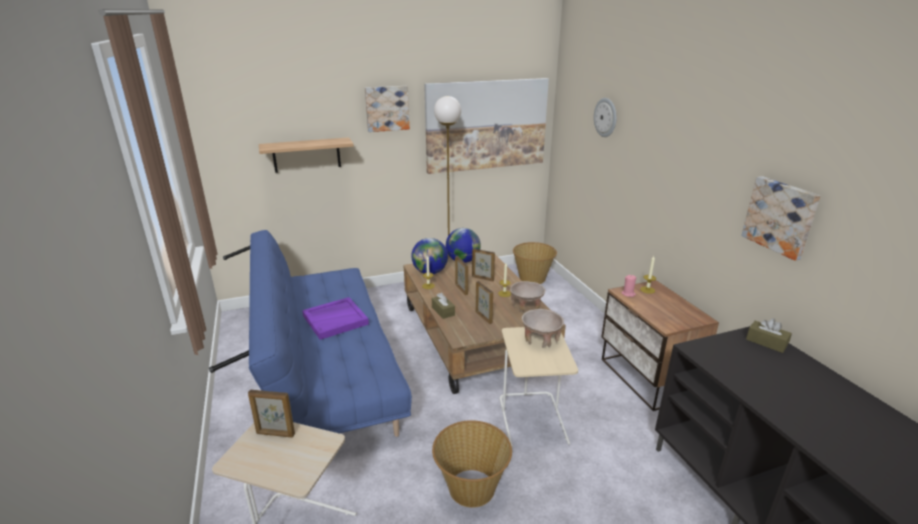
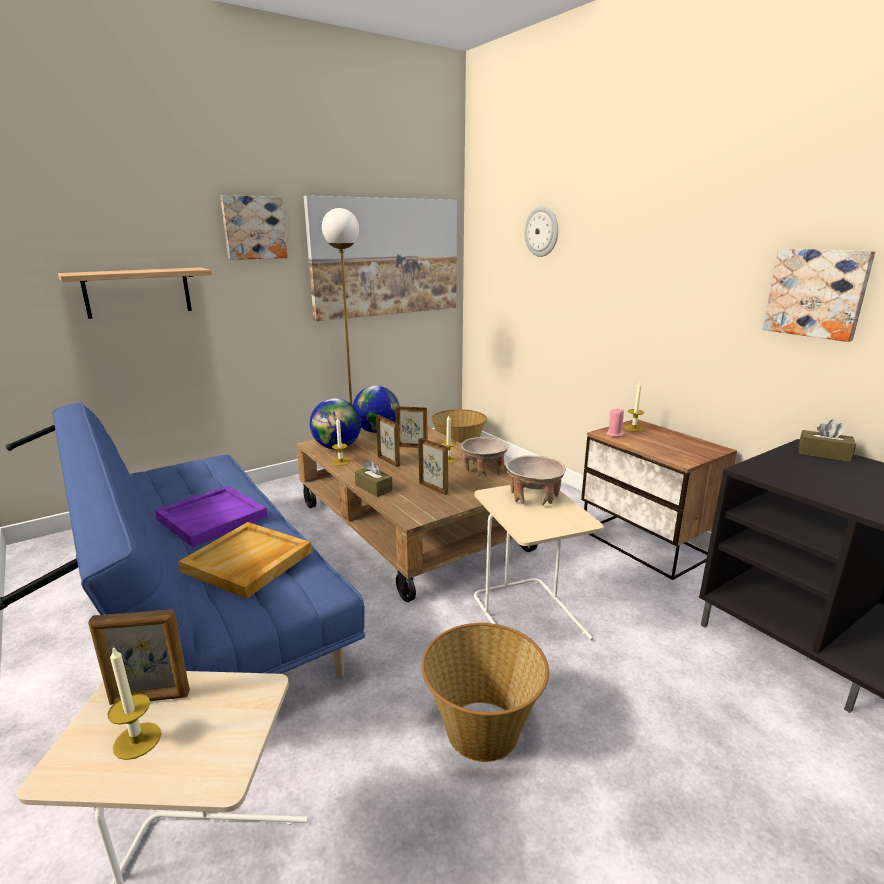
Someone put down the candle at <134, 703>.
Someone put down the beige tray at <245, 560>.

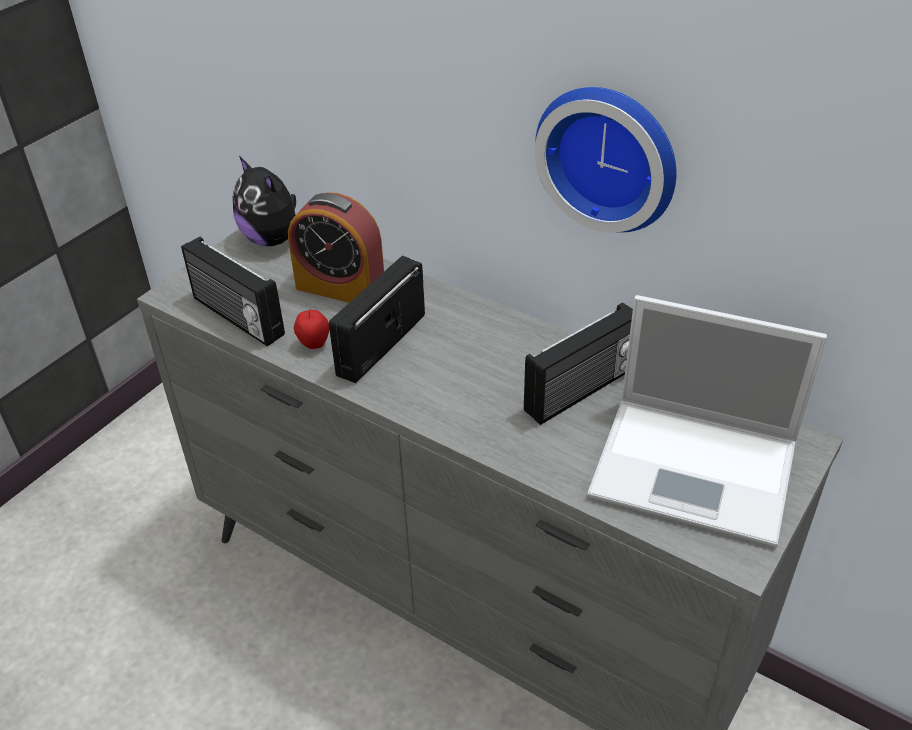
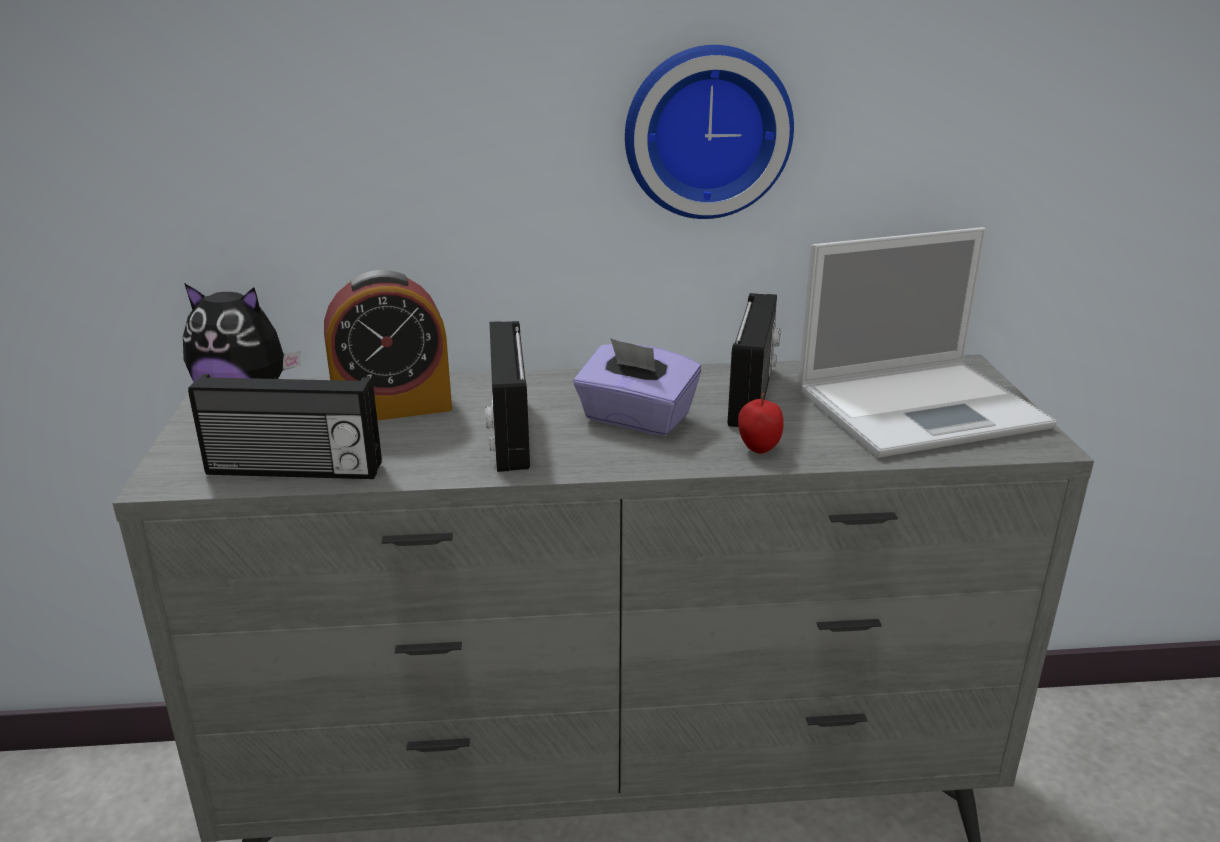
Someone put down the purple tissue box at <637, 387>.
Someone carried the apple from <311, 328> to <761, 423>.

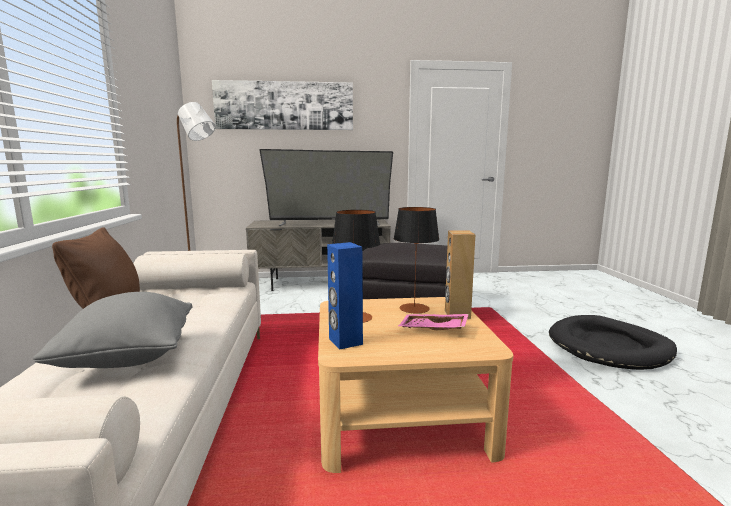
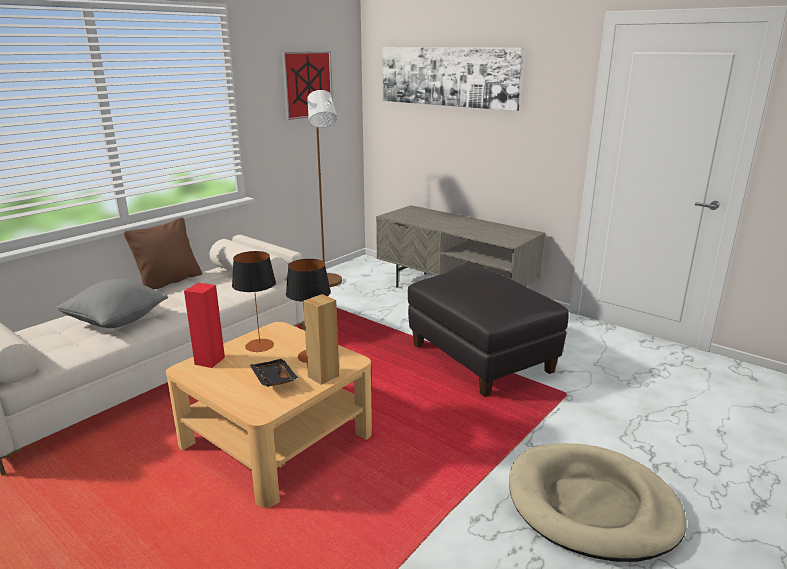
Someone took away the television at <326, 187>.
Someone put up the picture at <307, 85>.
Someone repainted the blue speaker at <345, 295>, which became the red speaker at <204, 325>.
Someone repainted the pink tray at <433, 322>, which became the black tray at <274, 373>.
Someone repainted the black dog bed at <613, 342>, which became the beige dog bed at <597, 502>.

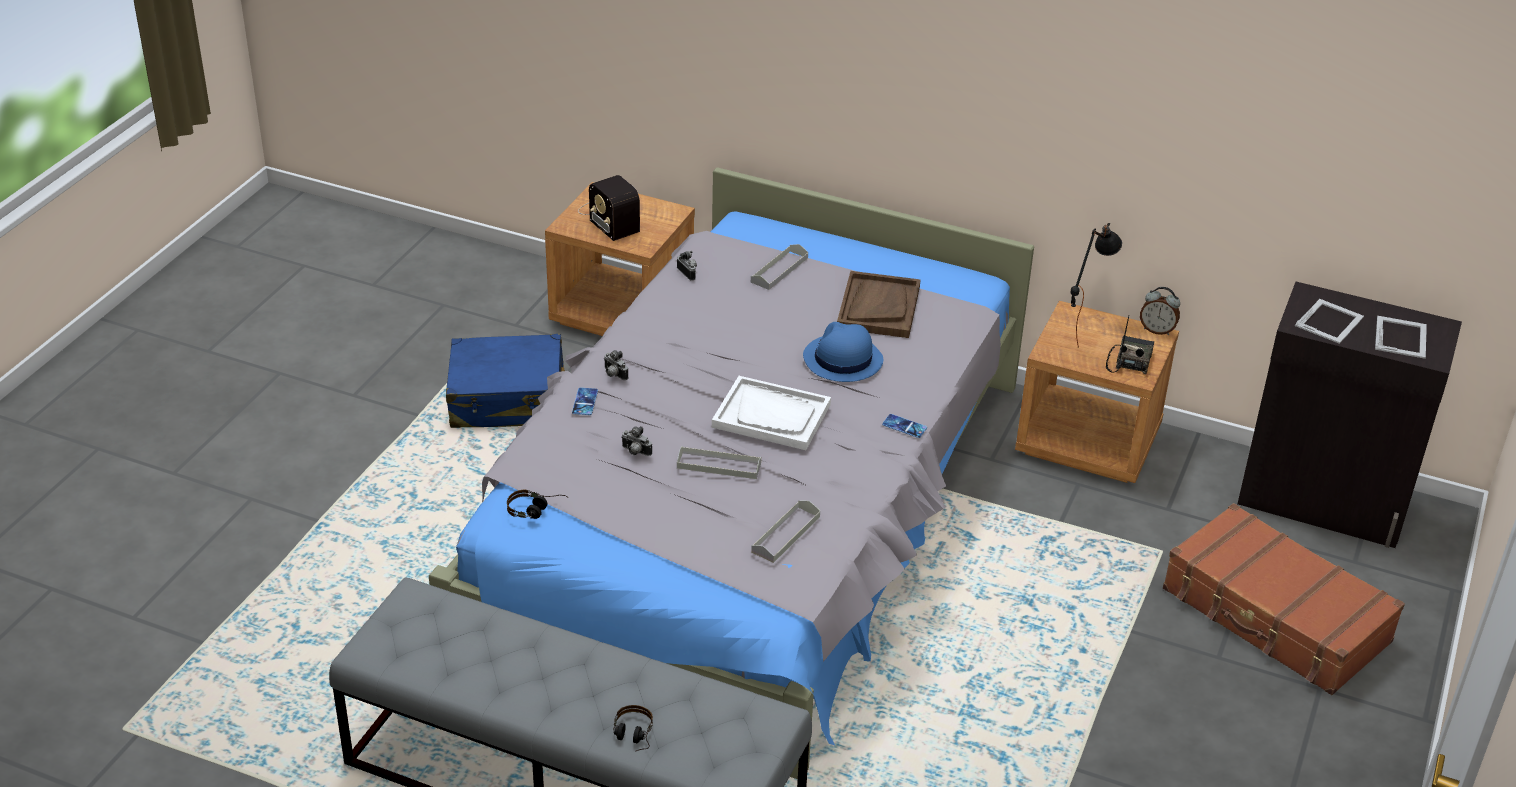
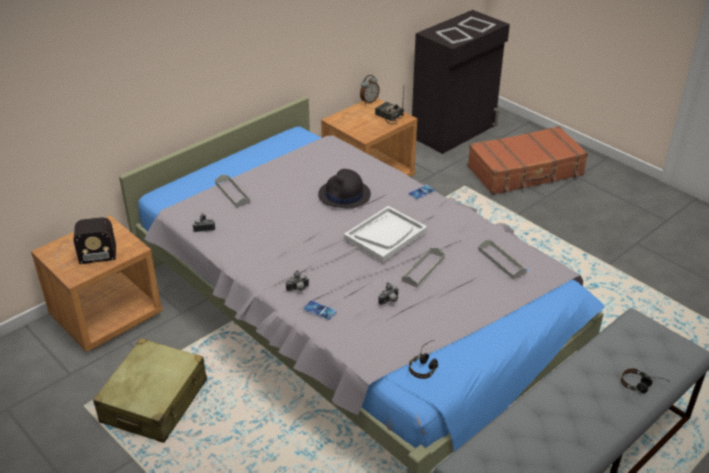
Someone took away the brown tray at <879, 304>.
Someone took away the black table lamp at <1096, 285>.
Someone repainted the blue suitcase at <505, 381>, which became the beige suitcase at <150, 390>.
Someone repainted the blue hat at <843, 352>, which became the black hat at <344, 189>.

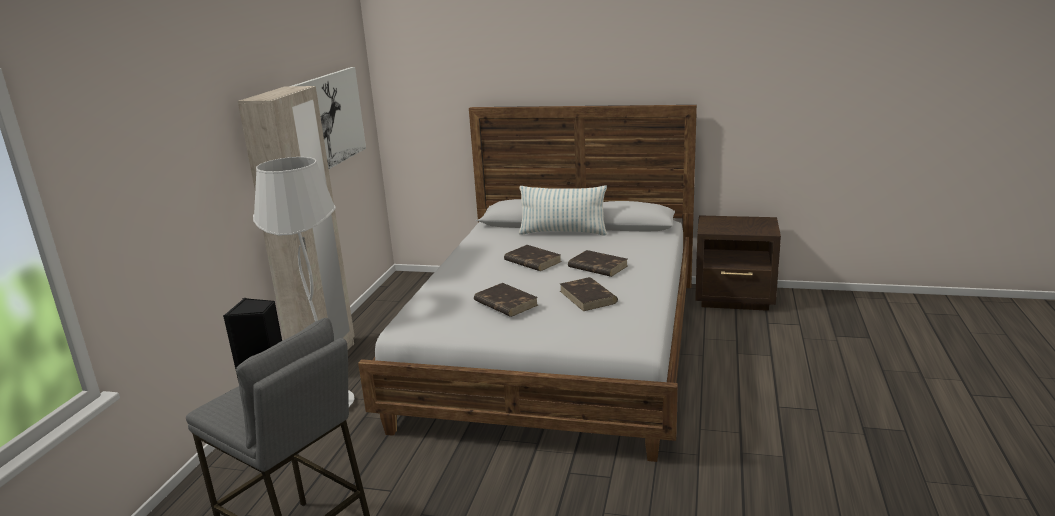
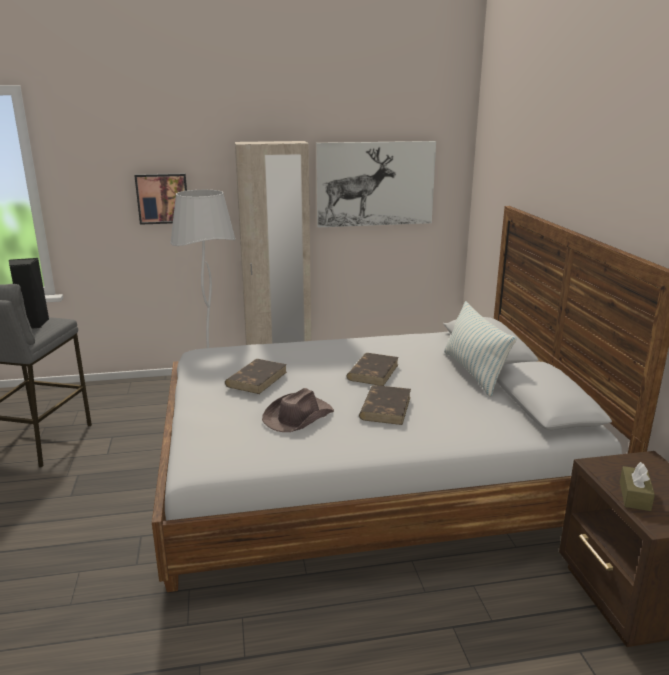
Someone put up the picture at <160, 199>.
Someone put down the brown tissue box at <637, 486>.
Someone swapped the brown book at <589, 294> for the brown hat at <298, 410>.

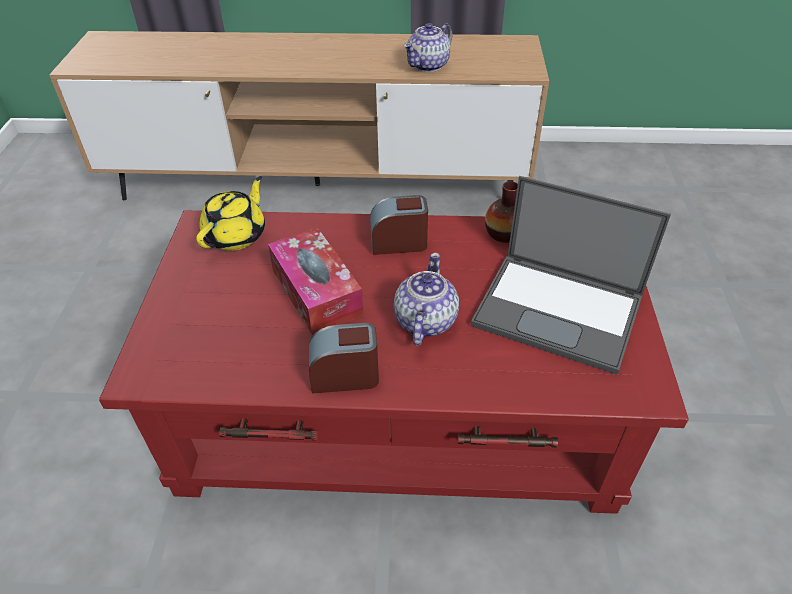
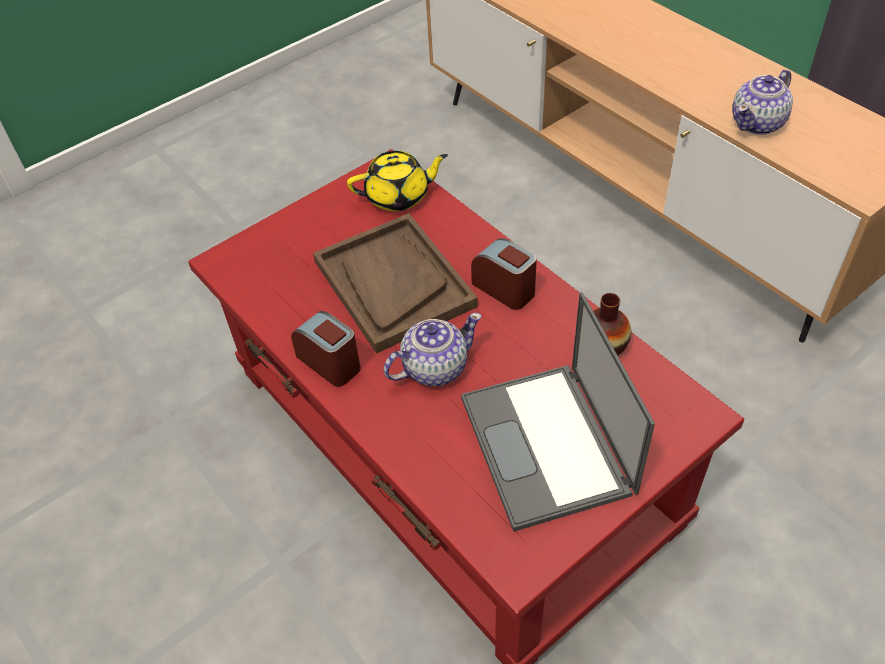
Someone swapped the tissue box at <316, 281> for the brown tray at <395, 283>.
Someone rotated the teapot at <428, 47> by 45 degrees counterclockwise.

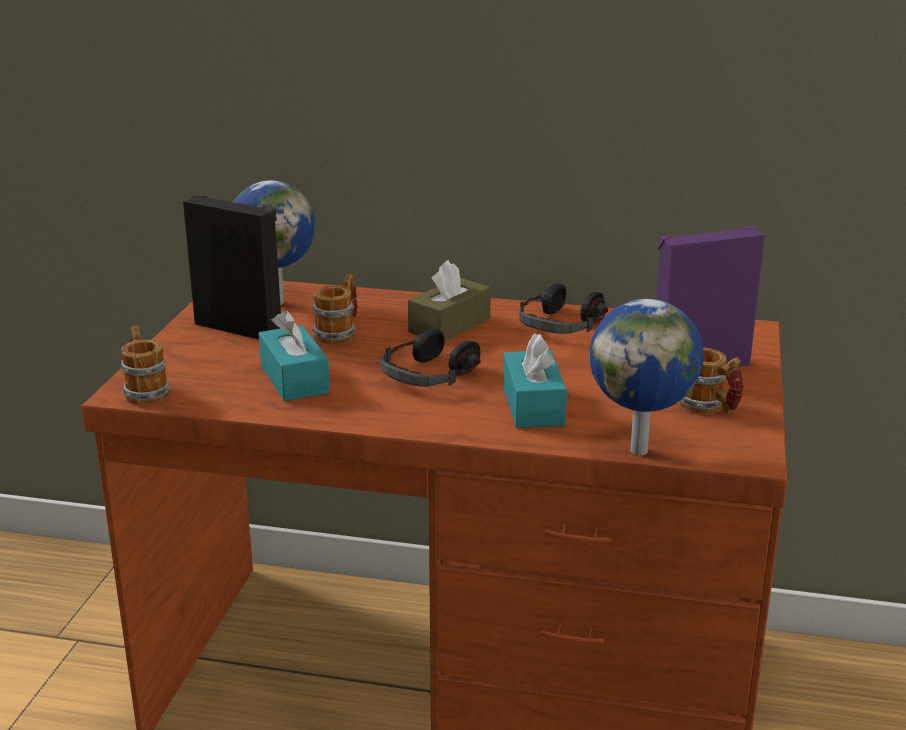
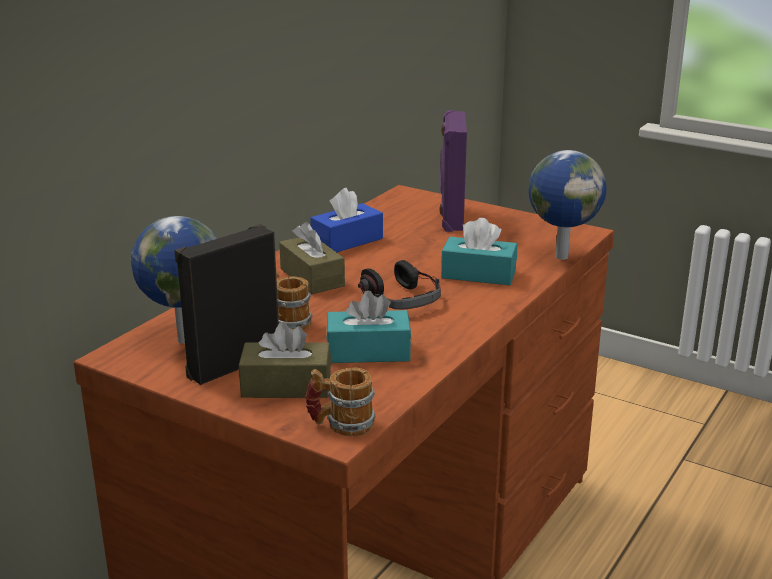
Someone took away the mug at <711, 380>.
Someone put down the brown tissue box at <285, 360>.
Someone swapped the headphones at <563, 308> for the blue tissue box at <346, 220>.

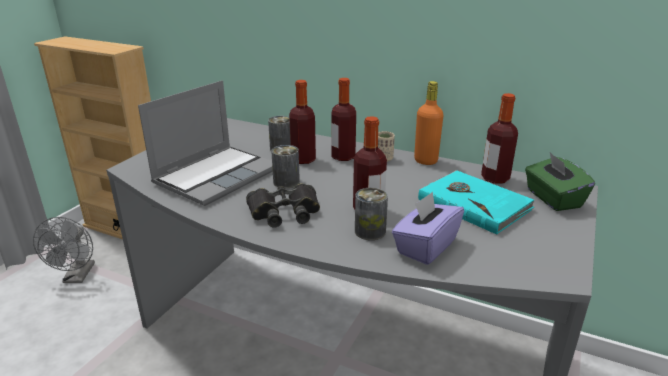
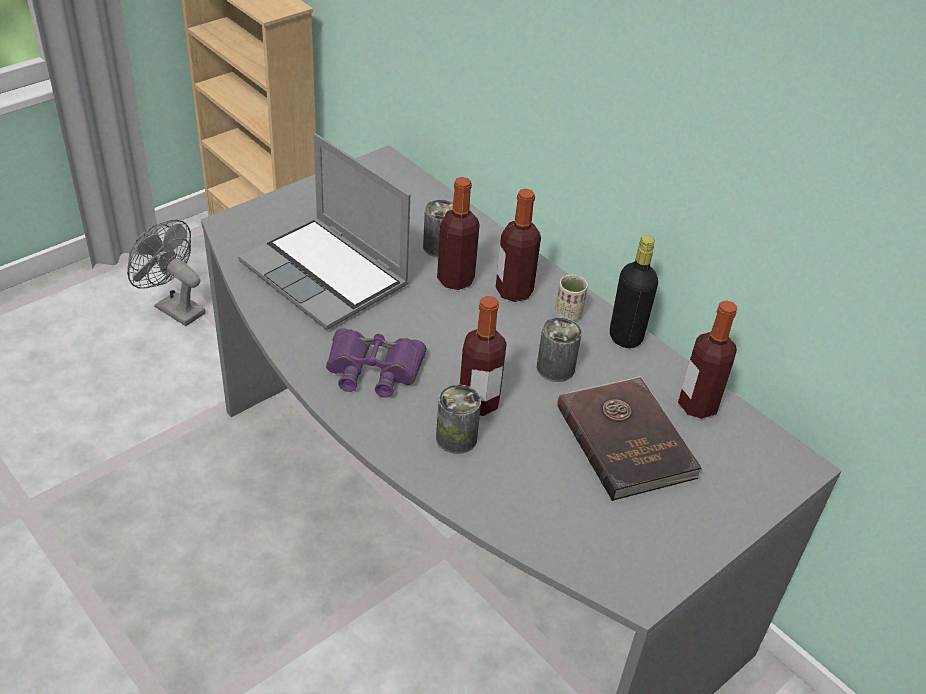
Someone took away the purple tissue box at <428, 228>.
Someone took away the green tissue box at <560, 182>.
Someone carried the can from <285, 167> to <559, 349>.
Someone repainted the black binoculars at <283, 206>, which became the purple binoculars at <376, 363>.
Someone repainted the orange bottle at <429, 123>, which became the black bottle at <634, 291>.
Someone repainted the turquoise book at <476, 202>, which became the brown book at <630, 438>.
Someone rotated the grey fan at <64, 250> by 105 degrees clockwise.
Someone rotated the laptop at <205, 143> by 75 degrees clockwise.

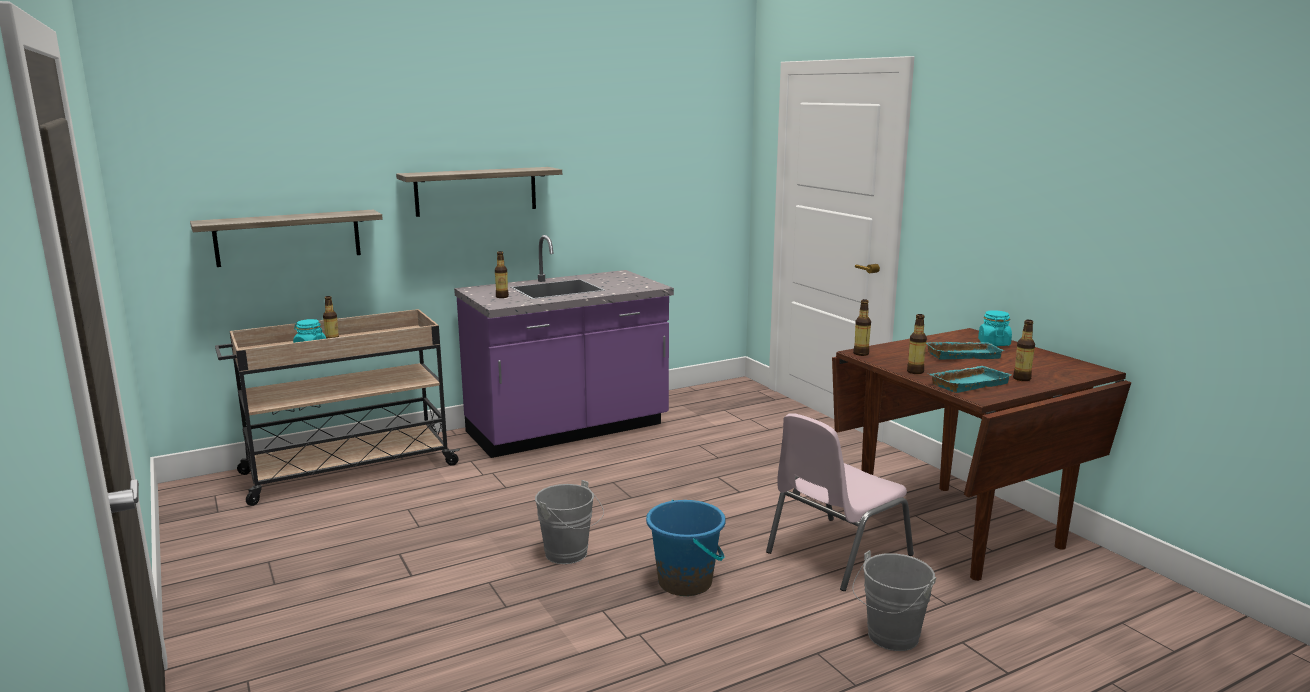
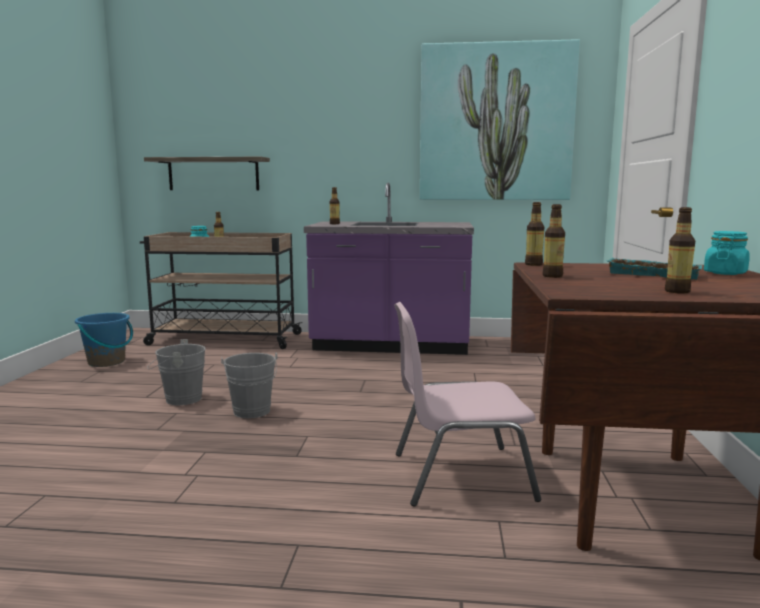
Someone took away the shelf at <479, 192>.
Someone took away the turquoise tray at <971, 379>.
Someone put up the picture at <500, 119>.
Someone carried the blue bucket from <686, 548> to <104, 340>.
Someone carried the grey bucket from <894, 600> to <176, 372>.

